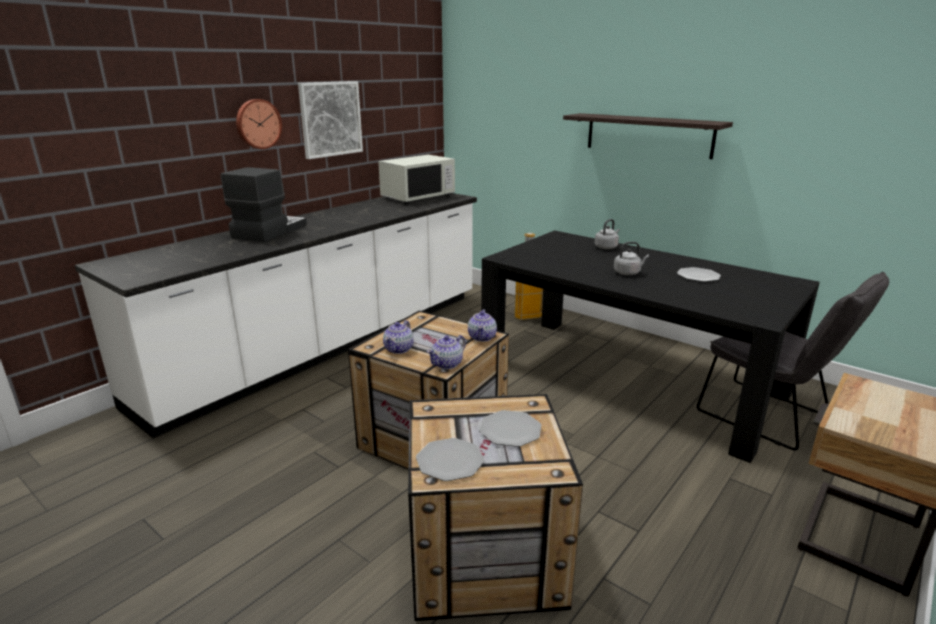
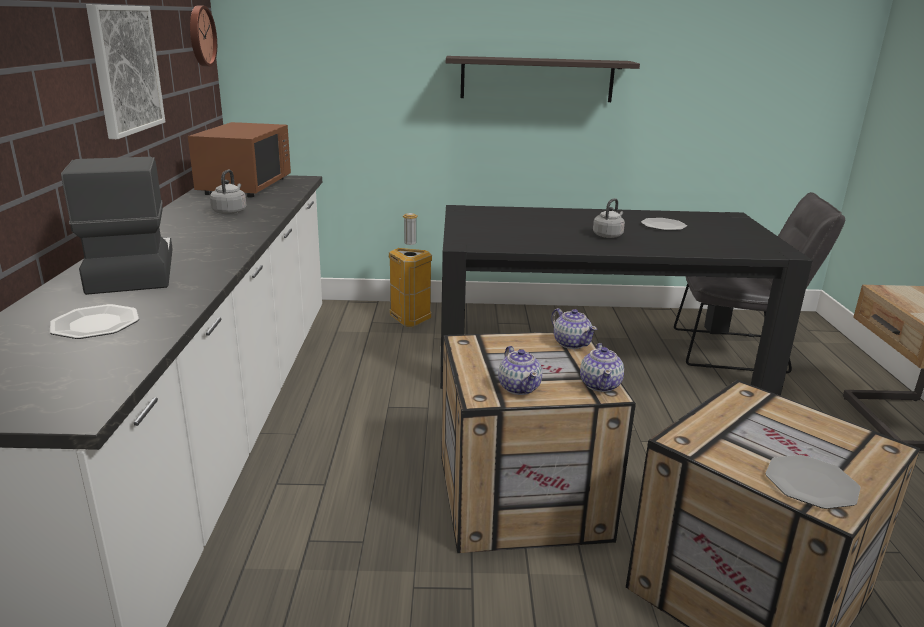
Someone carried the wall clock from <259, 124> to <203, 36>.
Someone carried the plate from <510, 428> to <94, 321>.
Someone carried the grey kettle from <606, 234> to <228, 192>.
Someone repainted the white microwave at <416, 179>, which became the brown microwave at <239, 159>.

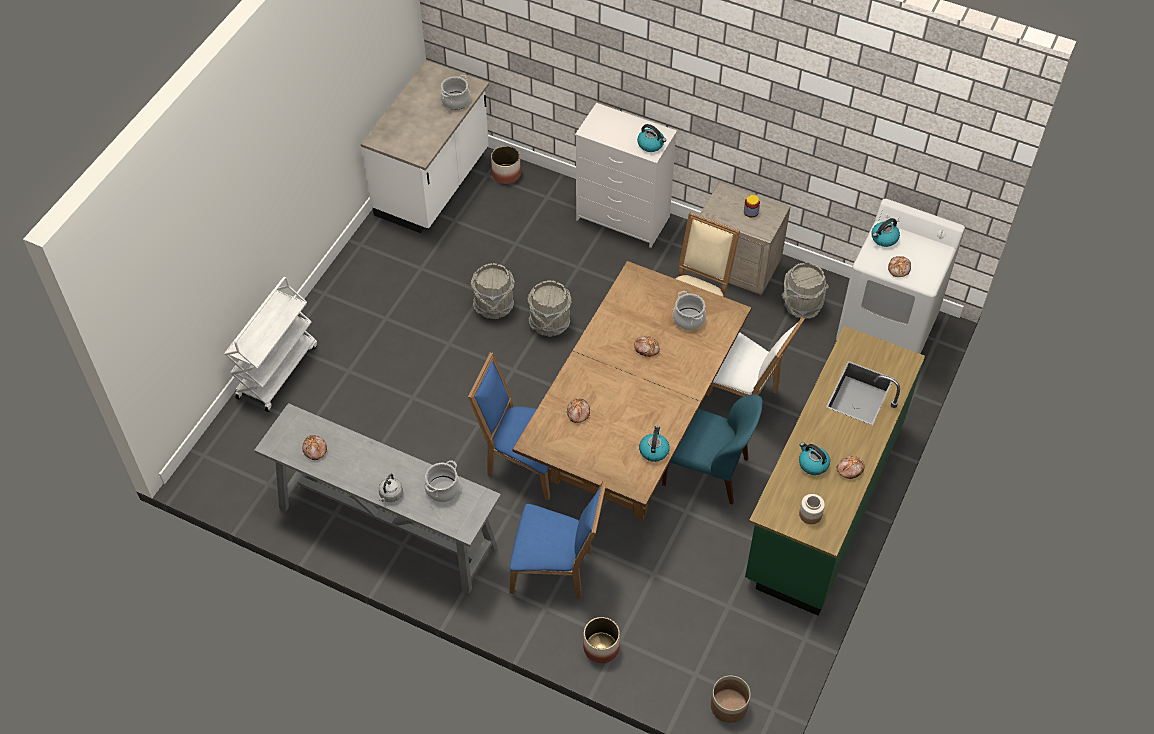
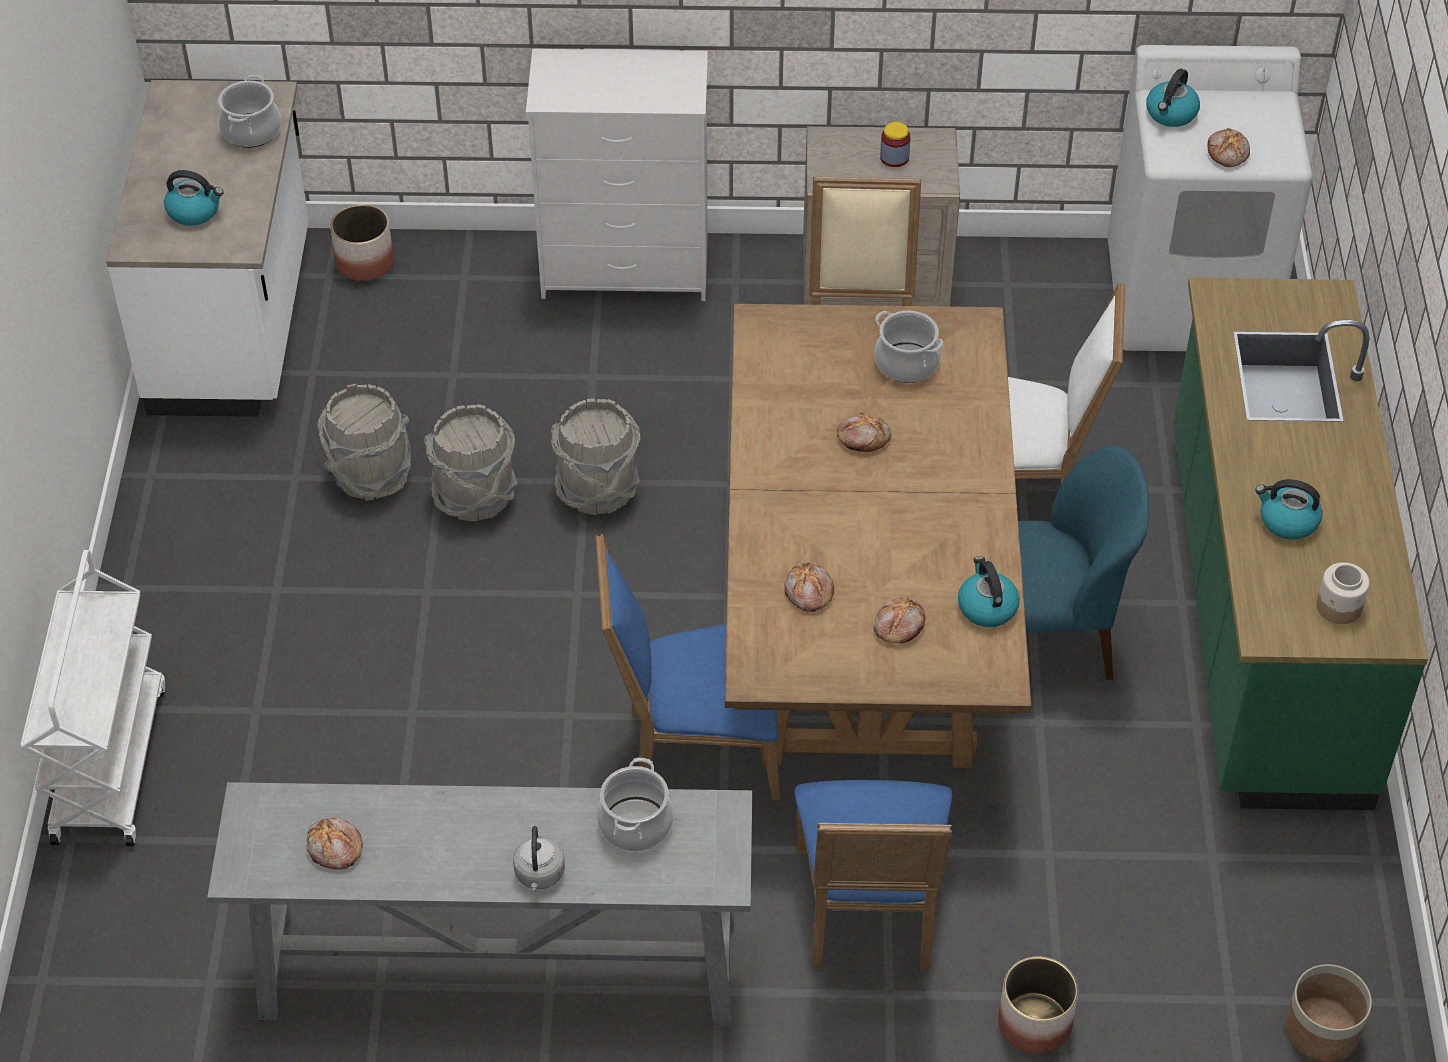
Someone carried the kettle from <651, 138> to <194, 198>.
Someone carried the grey bucket from <805, 290> to <364, 442>.
Someone carried the bread from <850, 467> to <899, 620>.
Someone rotated the blue chair at <558, 539> by 105 degrees clockwise.

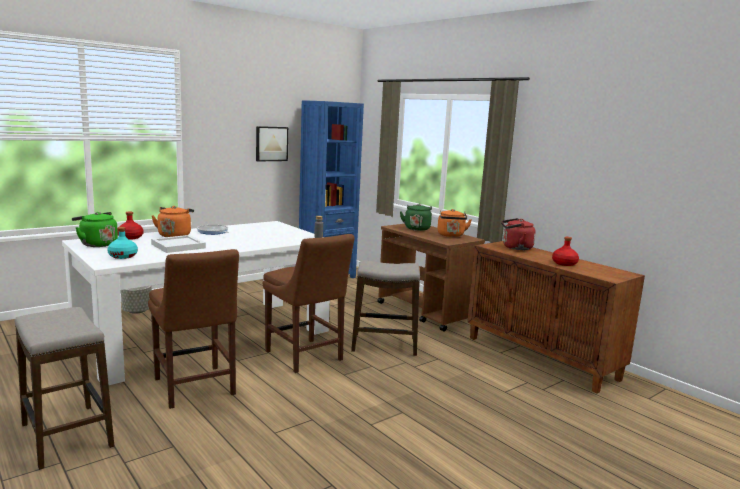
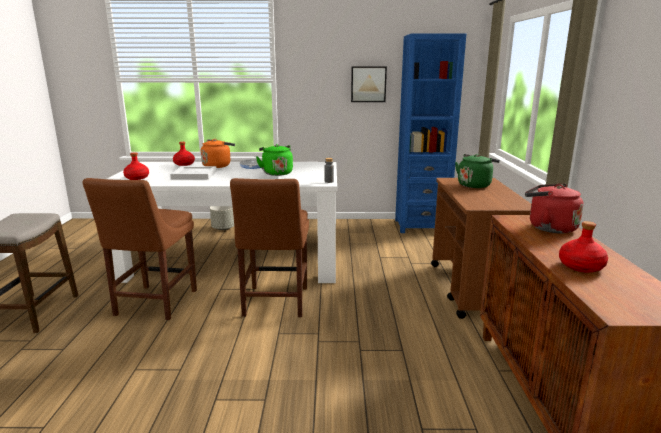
Someone took away the stool at <385, 308>.
Someone took away the orange kettle at <454, 223>.
Someone carried the green kettle from <95, 229> to <274, 160>.
Someone repainted the turquoise bottle at <122, 243>, which became the red bottle at <136, 166>.

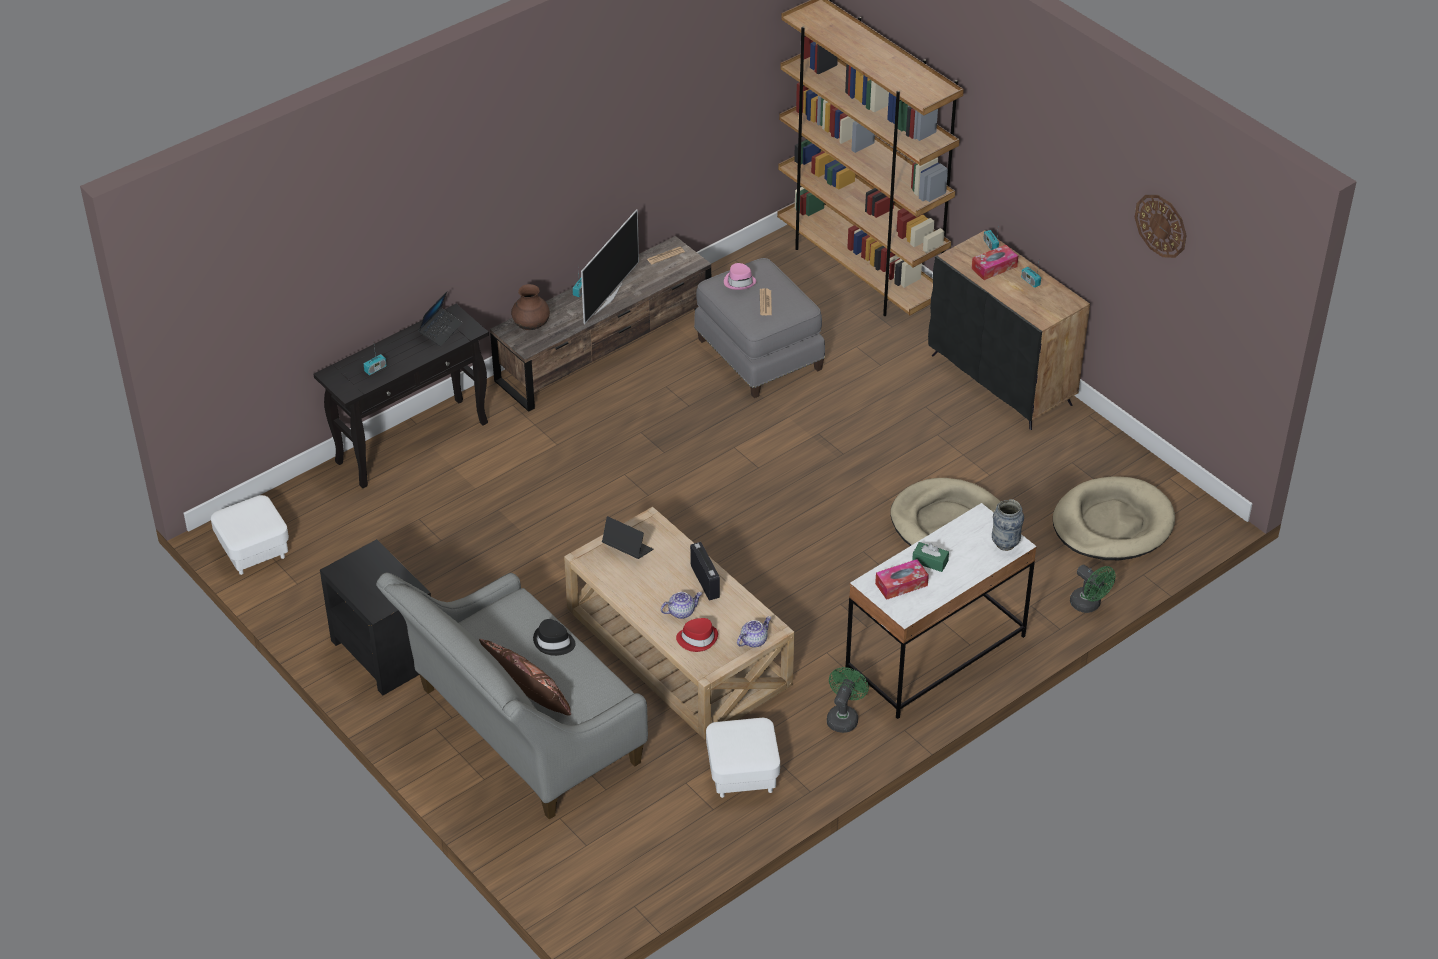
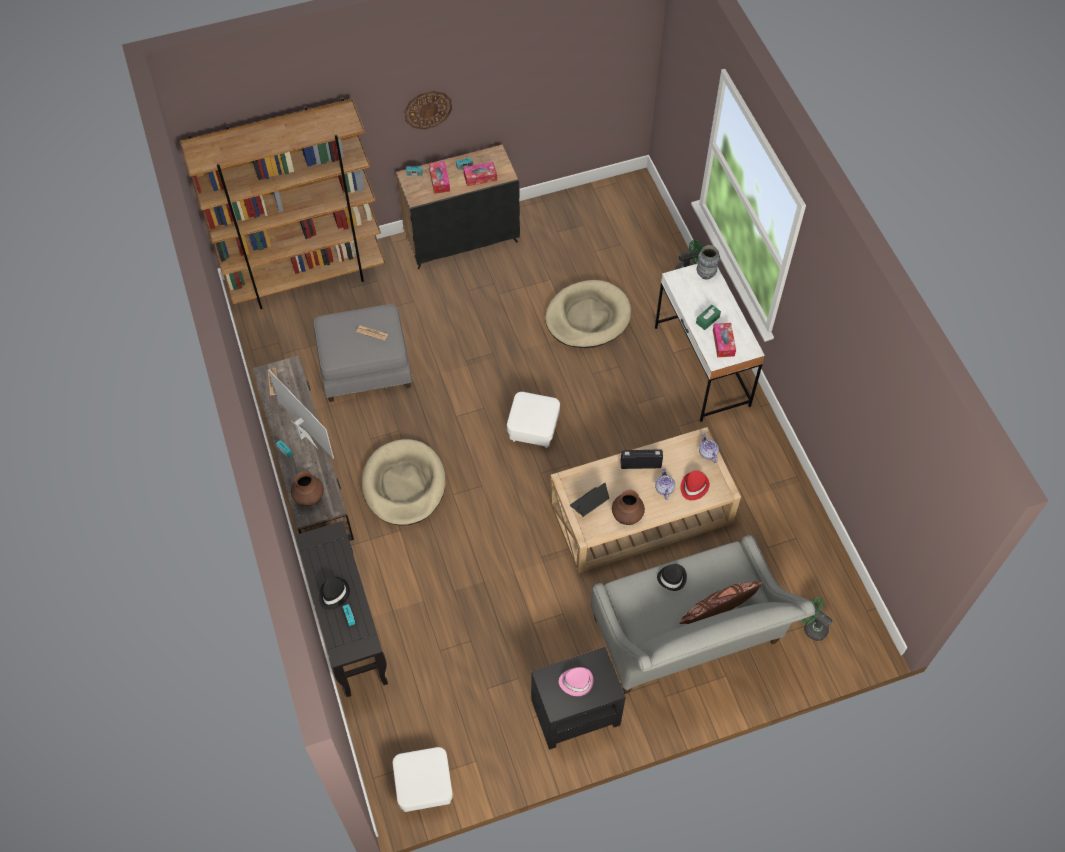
Someone took away the laptop at <440, 318>.
Someone put down the black hat at <334, 593>.
Someone put down the tissue box at <480, 174>.
Someone put down the brown vase at <628, 507>.
Someone carried the white ottoman from <743, 758> to <533, 420>.
Someone carried the pink hat from <740, 276> to <576, 681>.
Someone carried the green fan from <848, 700> to <816, 619>.
Someone carried the beige dog bed from <1114, 518> to <404, 482>.
Someone carried the wall clock from <1161, 226> to <428, 110>.

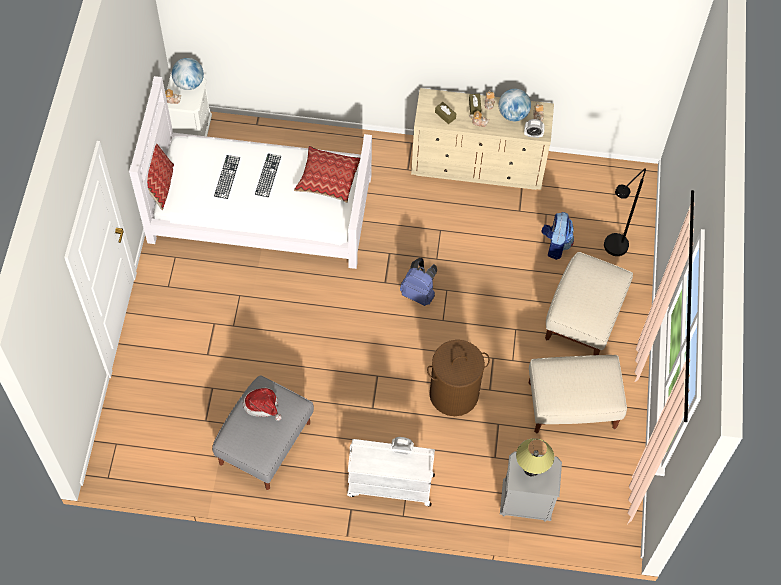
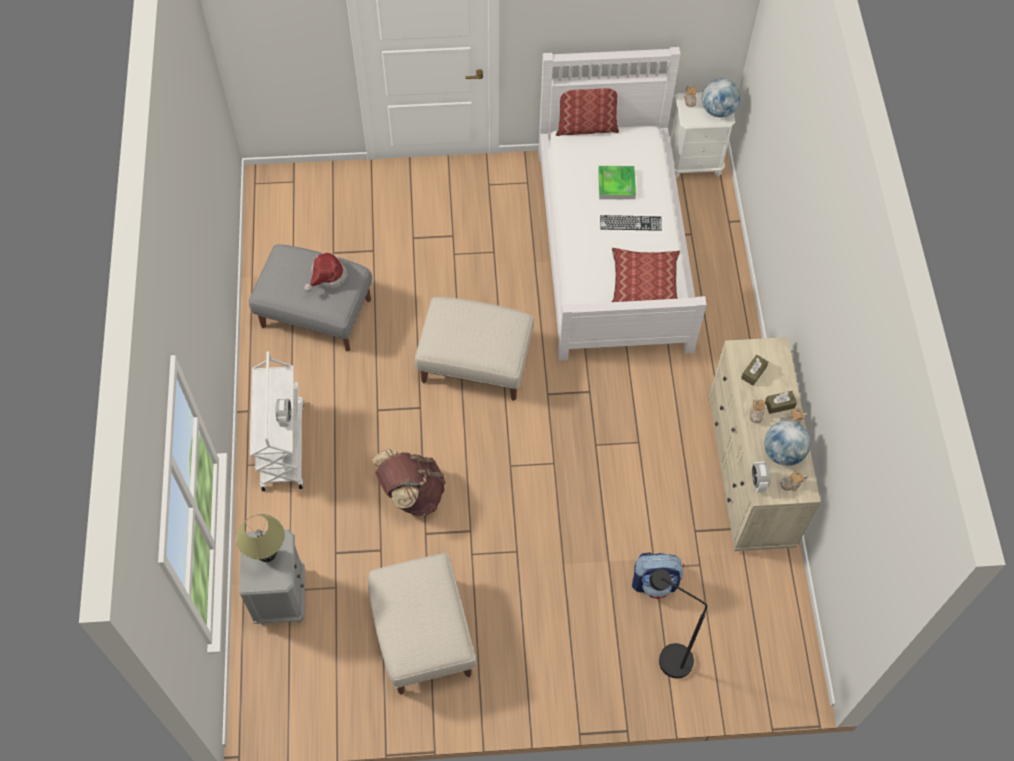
Someone took away the blue backpack at <418, 282>.
Someone carried the beige ottoman from <589, 303> to <474, 349>.
Someone swapped the keyboard at <227, 177> for the tray at <617, 182>.
Someone swapped the brown laundry basket at <458, 378> for the brown backpack at <409, 483>.

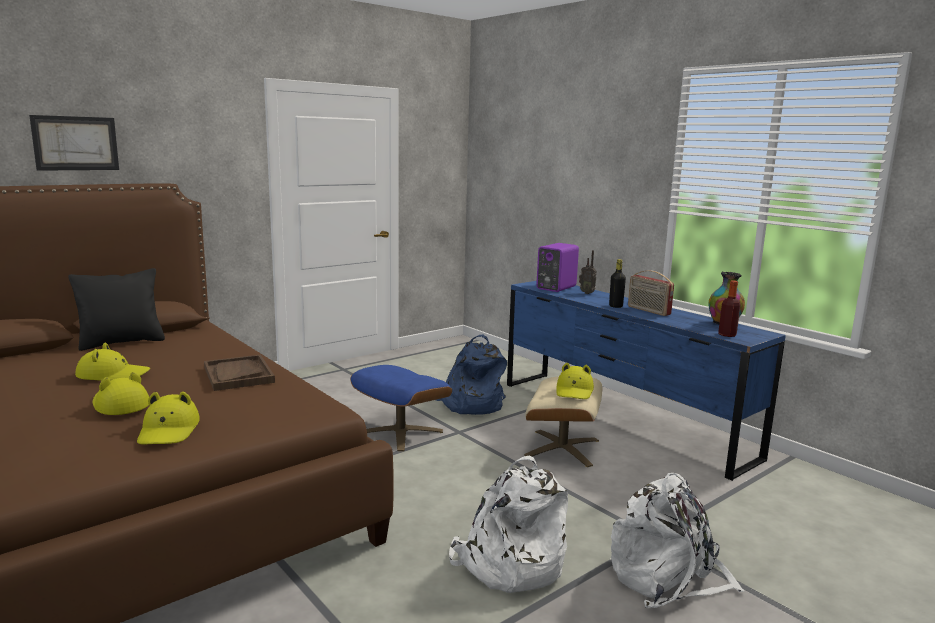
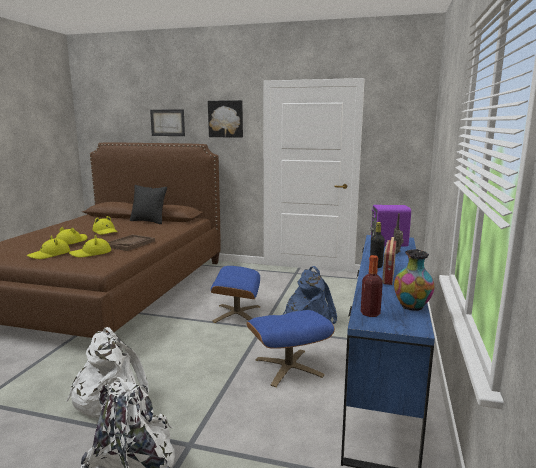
Someone put up the picture at <225, 119>.
Someone carried the yellow hat from <575, 381> to <90, 246>.
Someone repainted the beige ottoman at <563, 421>, which became the blue ottoman at <291, 348>.

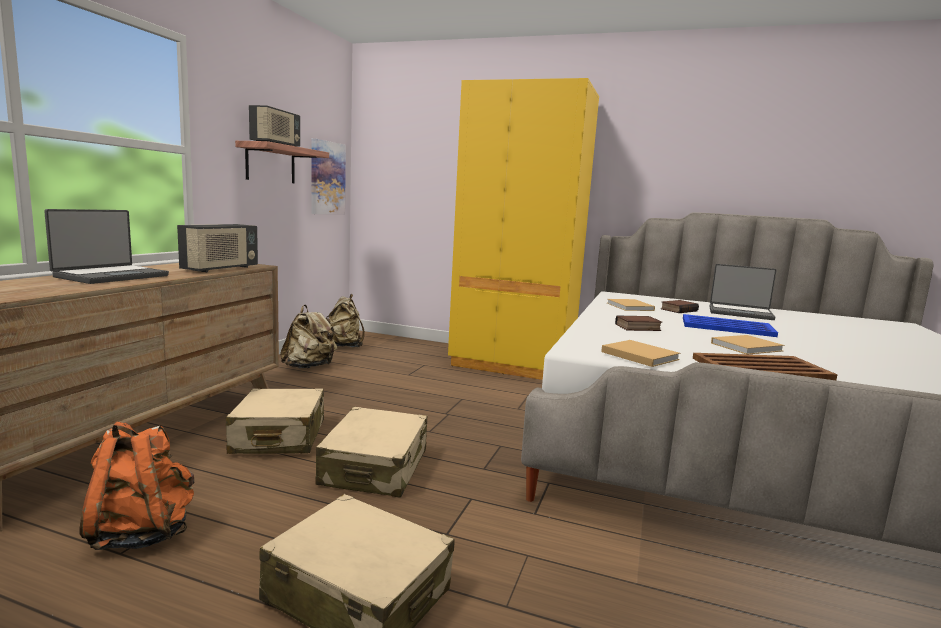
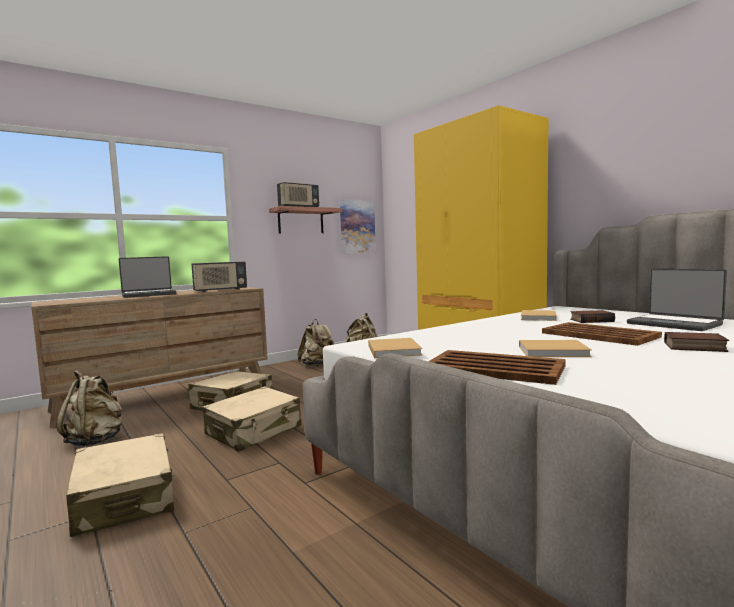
Someone carried the book from <638, 323> to <696, 342>.
Someone repainted the orange backpack at <137, 485>, which became the beige backpack at <89, 408>.
Someone repainted the blue tray at <730, 325>, which became the brown tray at <602, 334>.

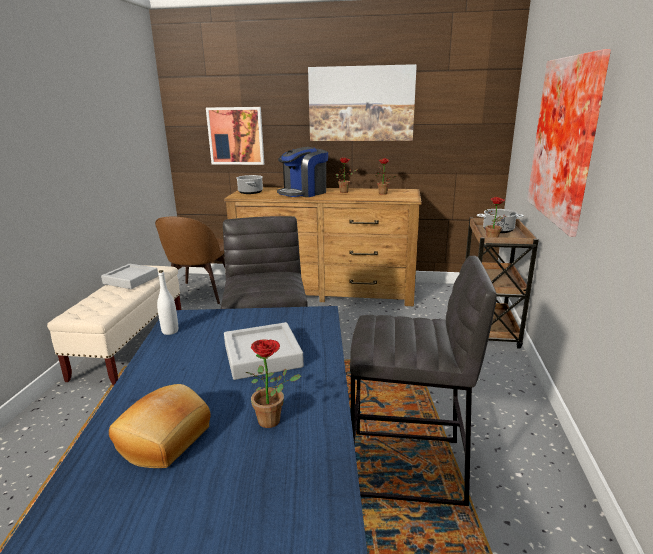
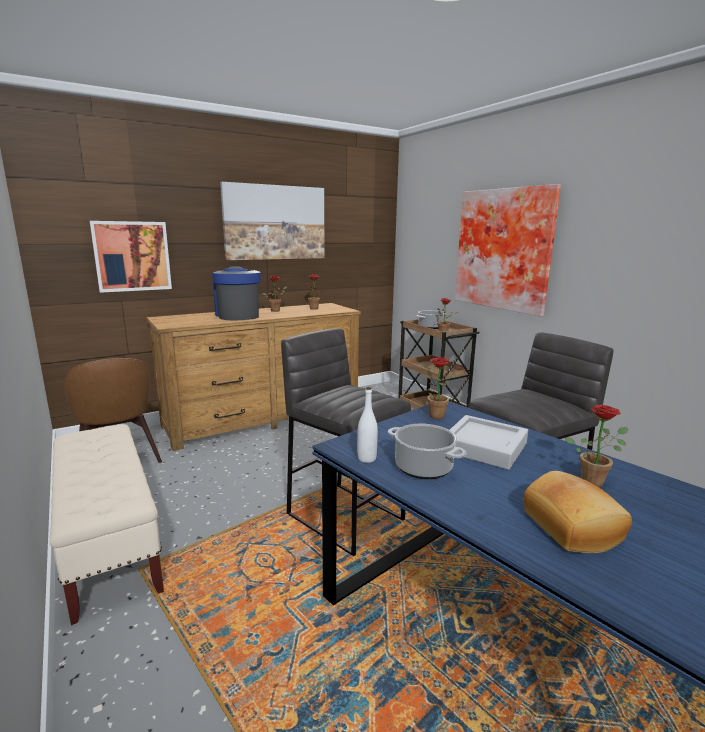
Someone took away the grey tray at <129, 276>.
Someone put down the potted plant at <441, 388>.
Someone carried the cooking pot from <249, 184> to <427, 451>.
Someone rotated the coffee machine at <302, 172> by 150 degrees clockwise.

